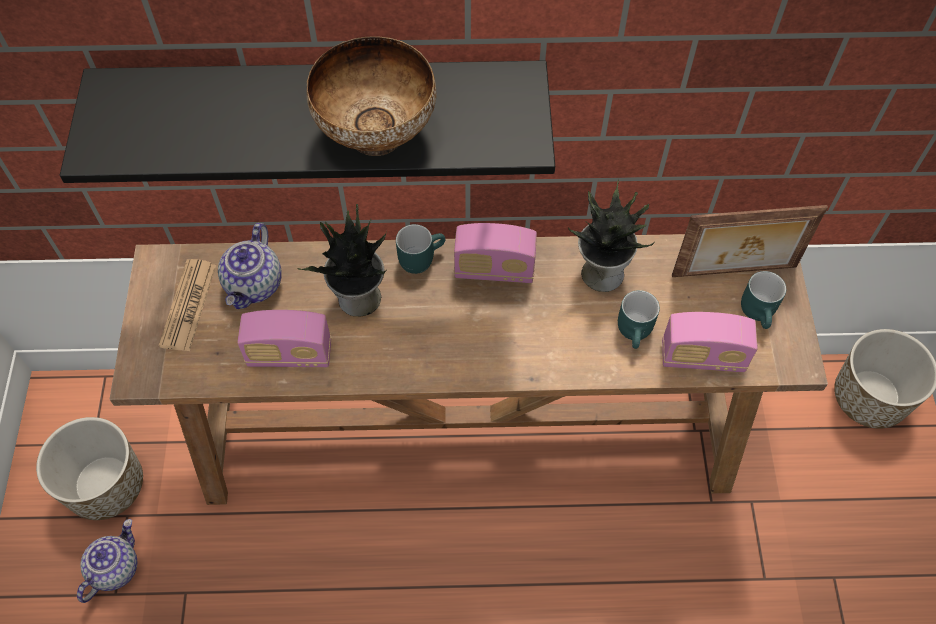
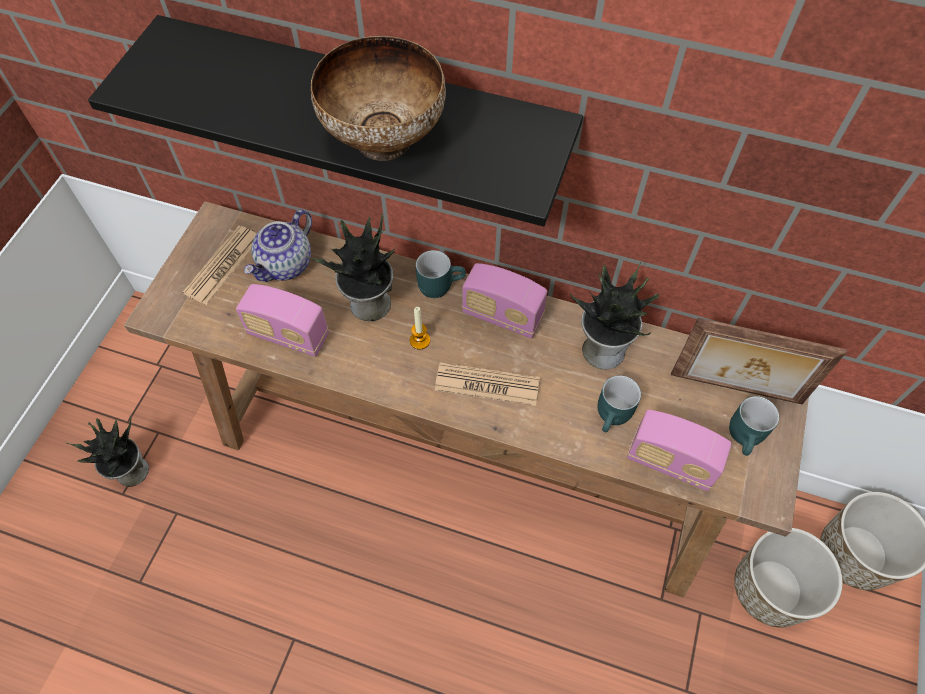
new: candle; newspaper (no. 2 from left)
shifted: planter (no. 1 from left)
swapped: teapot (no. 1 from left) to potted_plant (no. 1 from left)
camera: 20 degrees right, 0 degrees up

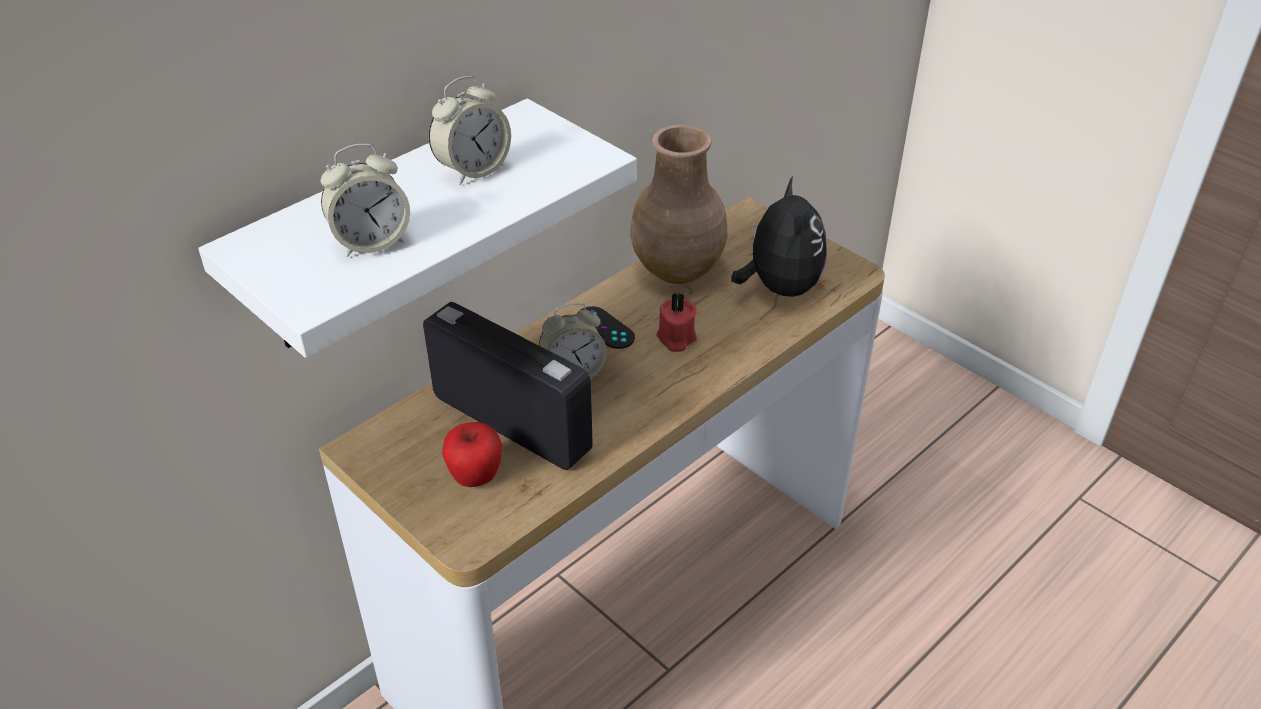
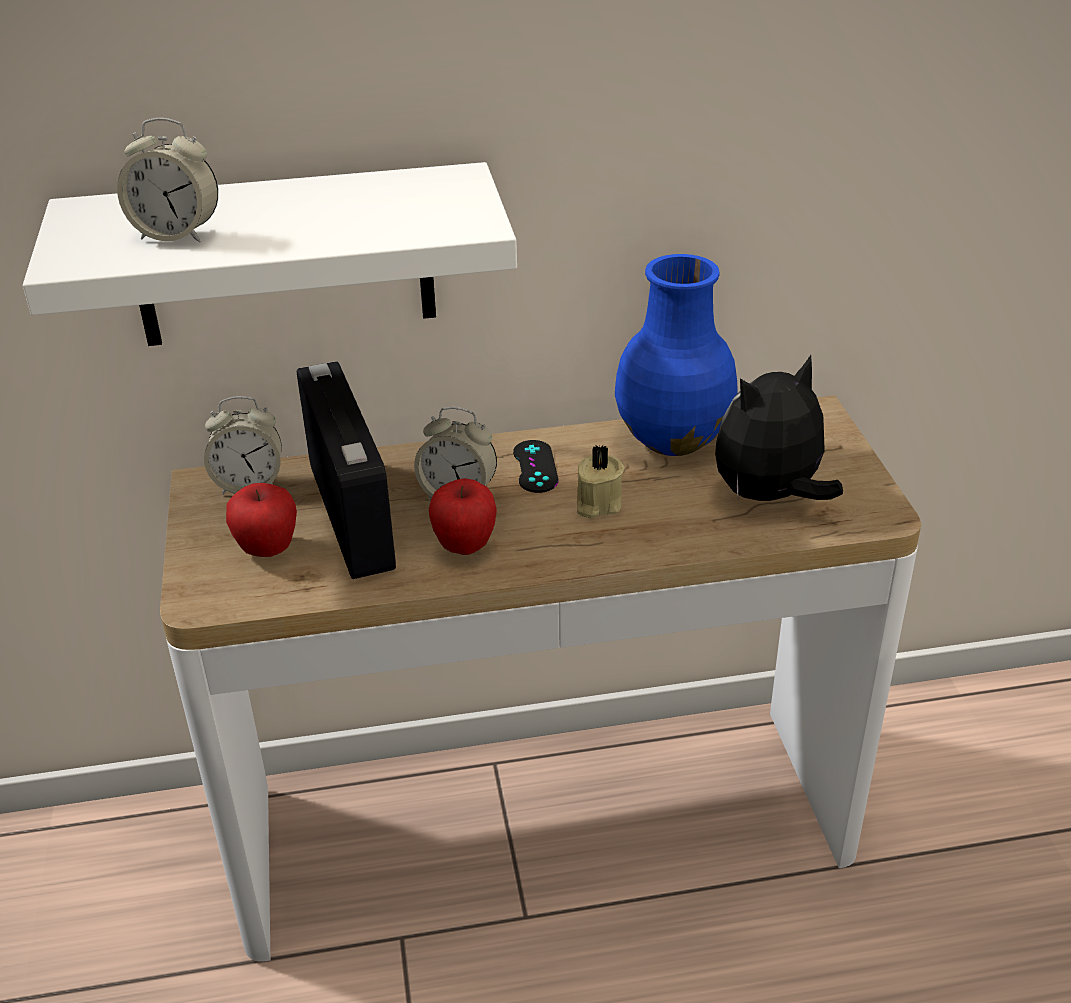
new: apple (no. 2 from left)
shifted: alarm_clock (no. 2 from left)
repainted: brown_vase to blue_vase; red_candle to beige_candle
rotated: plush_toy 150 degrees counterclockwise
camera: 35 degrees right, 5 degrees down

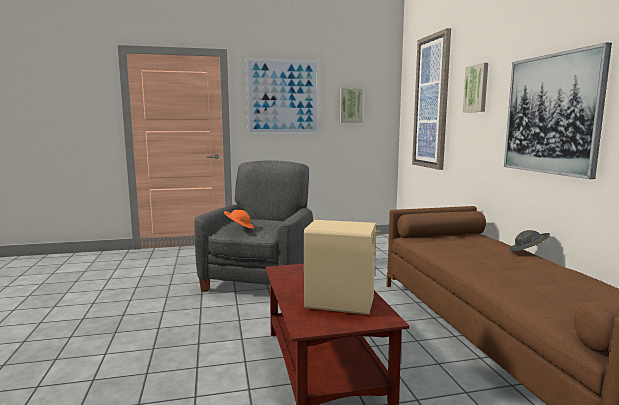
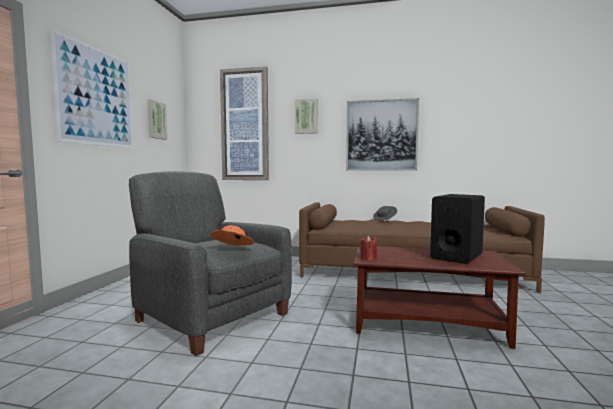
new: red_candle
repainted: beige_speaker to black_speaker
camera: 65 degrees left, 5 degrees down

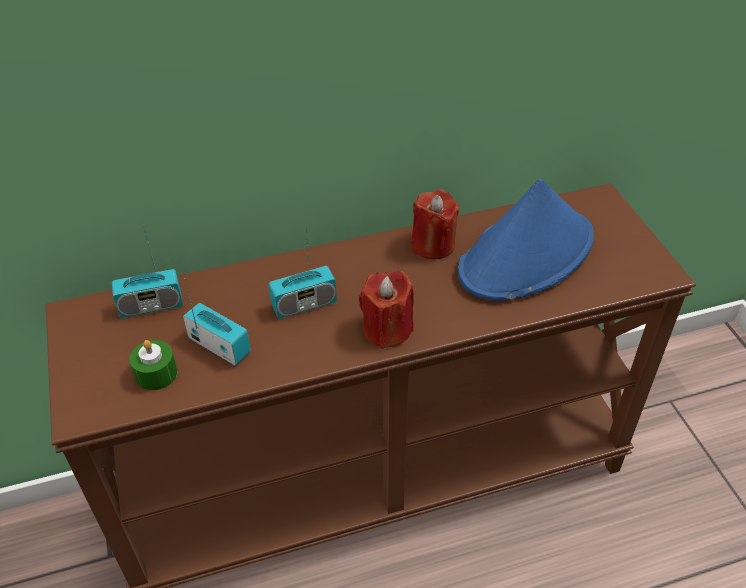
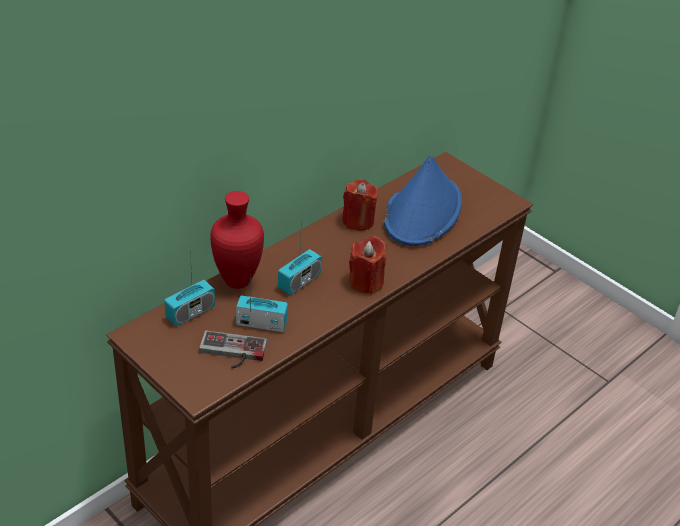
new: red_vase
swapped: green_candle to game_controller
camera: 30 degrees left, 5 degrees down

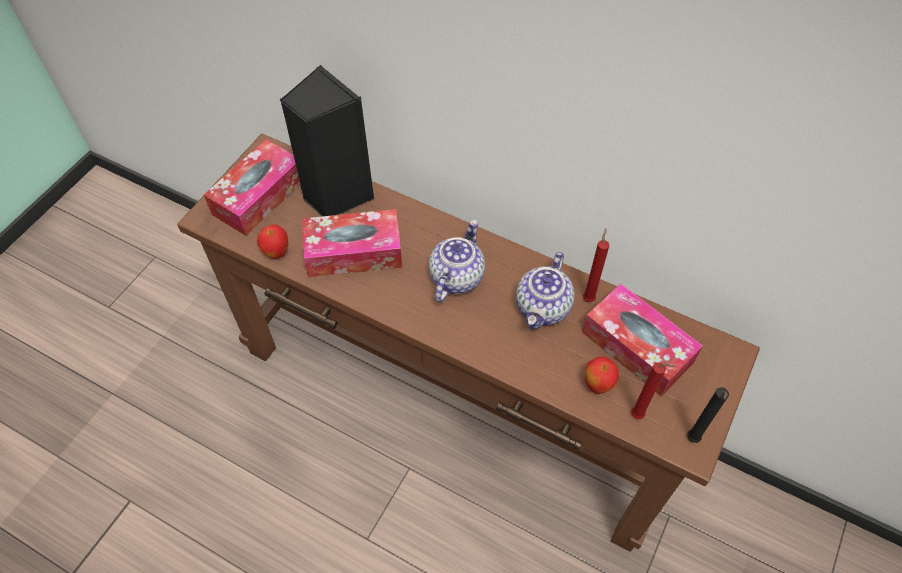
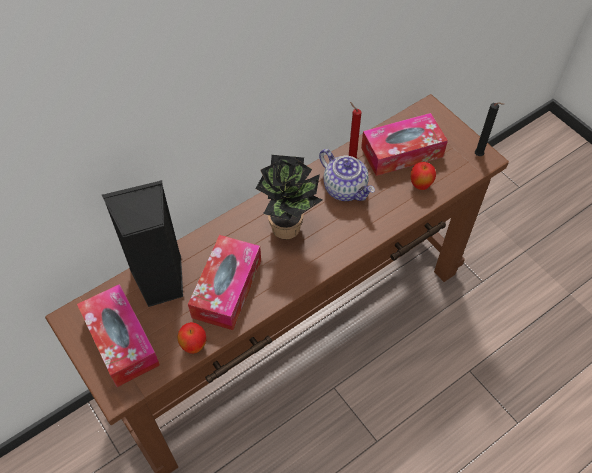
gone: red_candle (no. 2 from left)
swapped: teapot (no. 1 from left) to potted_plant
camera: 65 degrees left, 0 degrees up

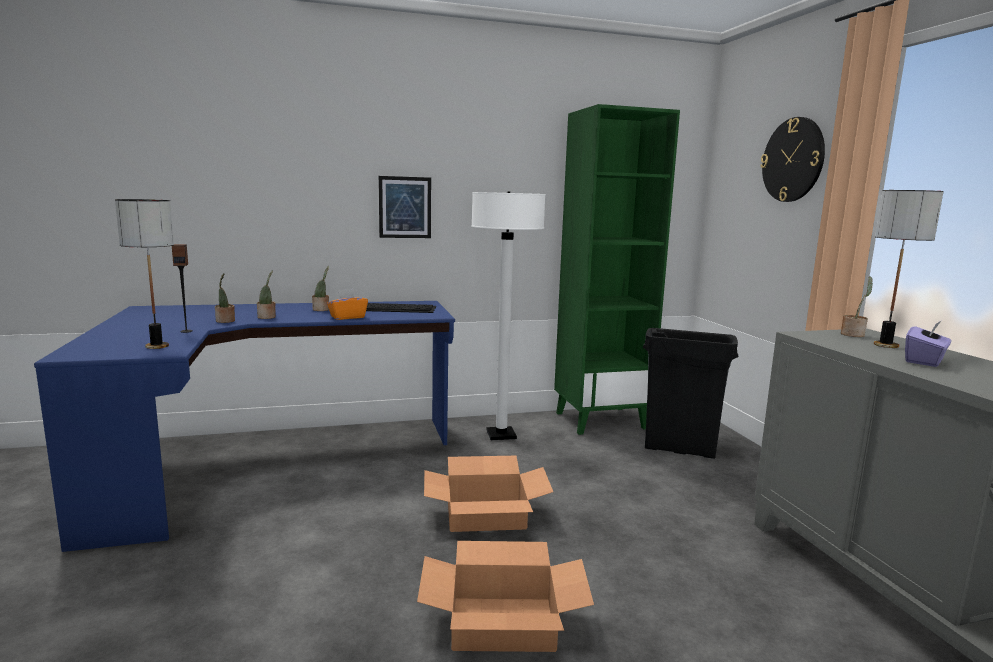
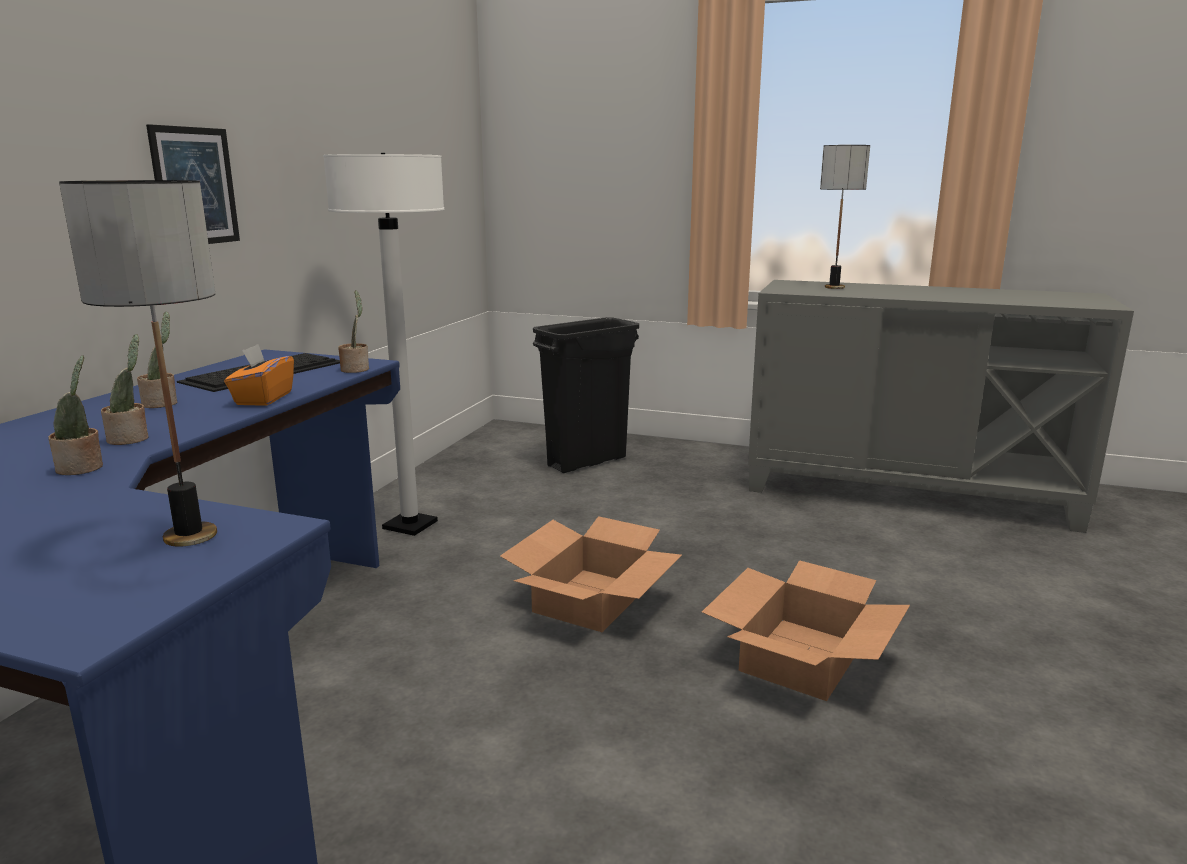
gone: speaker; green_bookcase; wall_clock; purple_tissue_box
shifted: potted_plant (no. 4 from left)
camera: 55 degrees left, 5 degrees up

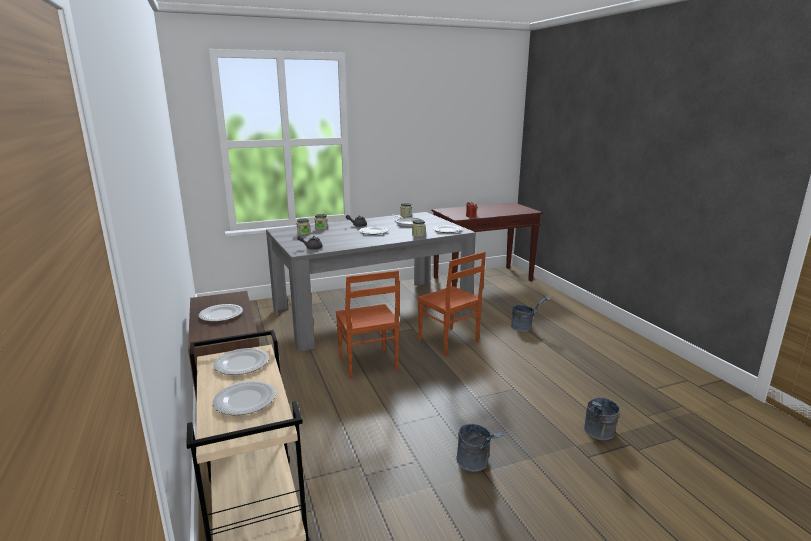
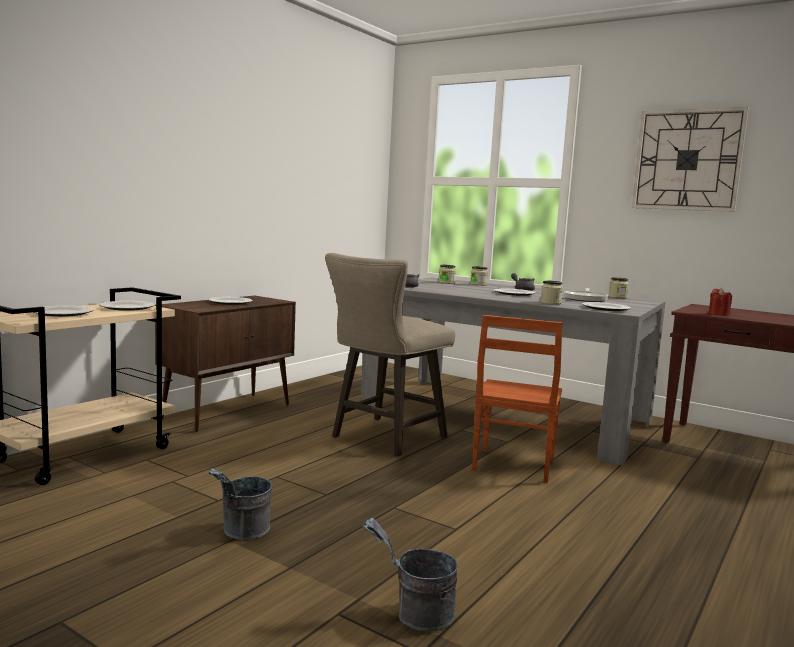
gone: grey_bucket (no. 2 from left)
new: wall_clock
swapped: brown_chair (no. 1 from left) to beige_stool
camera: 55 degrees right, 10 degrees down

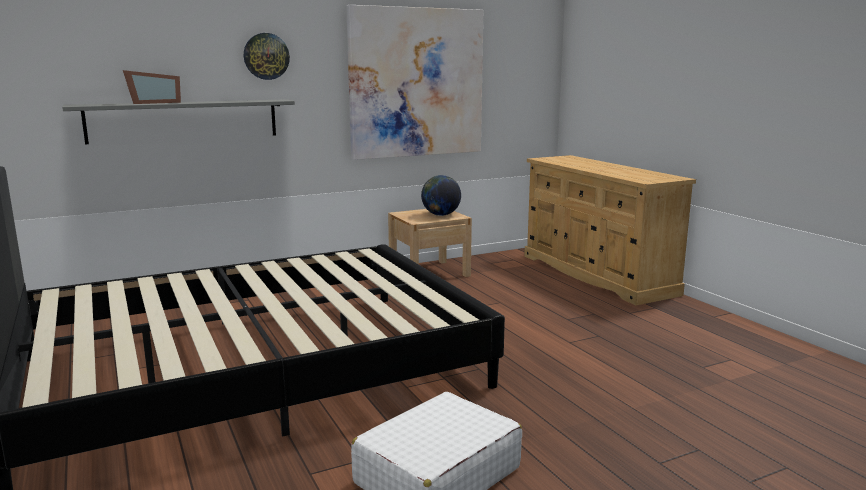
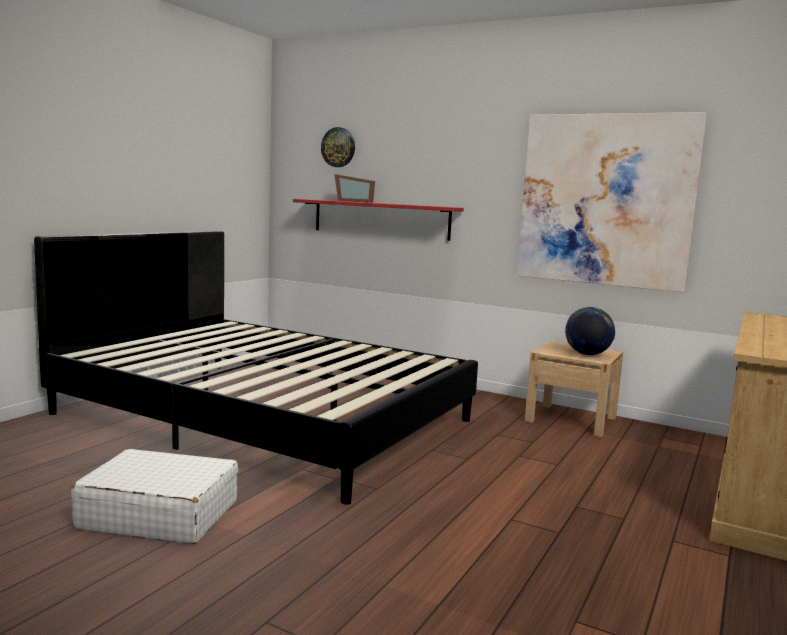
shifted: wall_clock
repainted: grey_shelf to red_shelf
camera: 55 degrees right, 5 degrees down

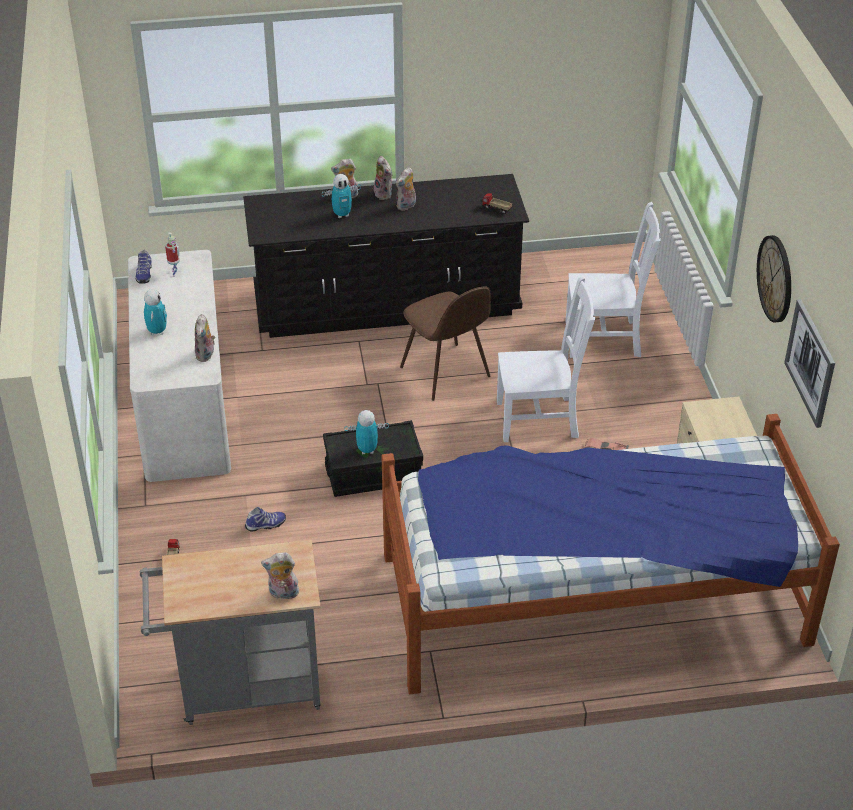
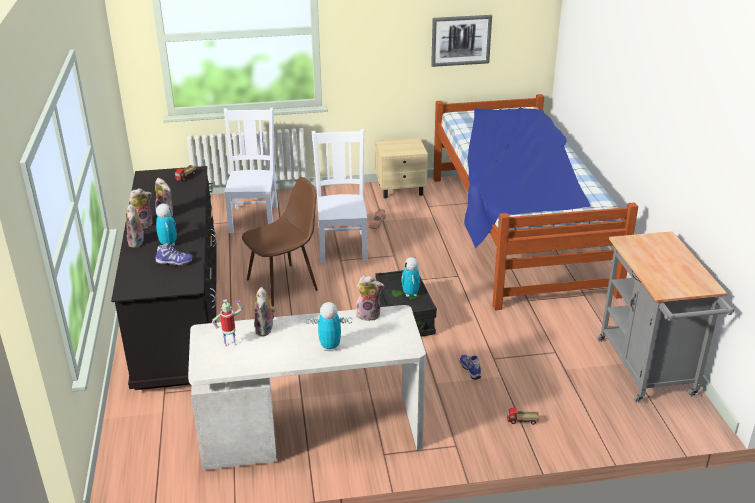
gone: wall_clock
shifted: shoe (no. 1 from left); plush_toy (no. 2 from left in the first image) to plush_toy (no. 4 from left)
camera: 90 degrees left, 10 degrees down

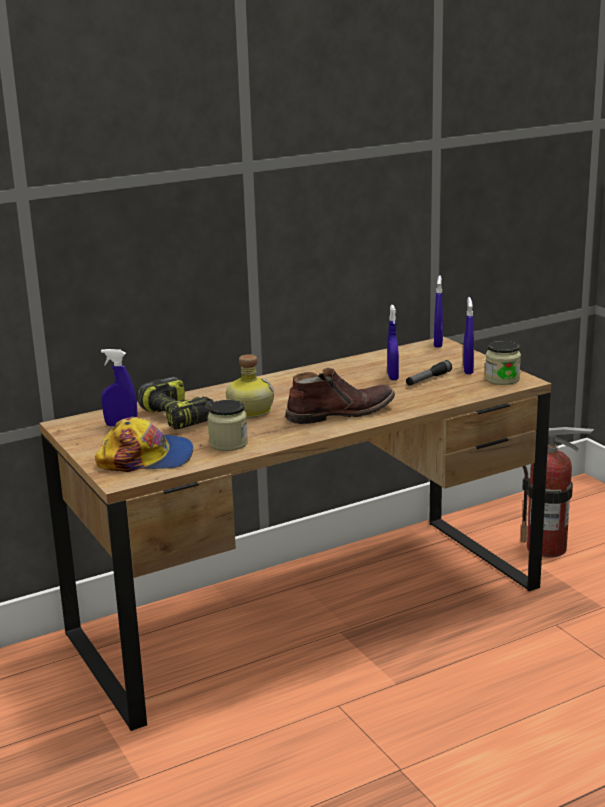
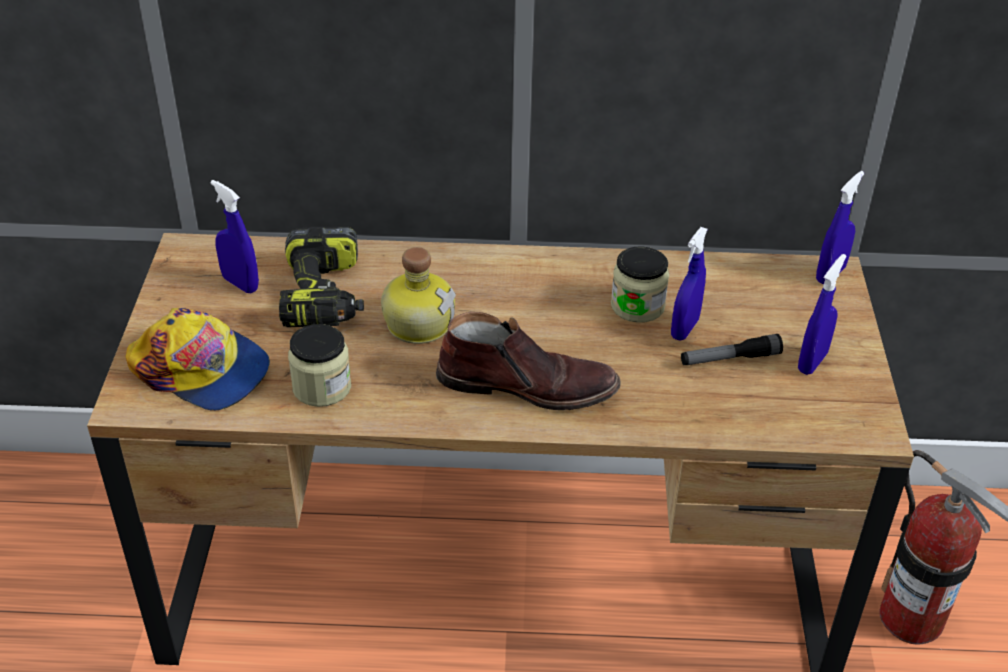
shifted: jar (no. 2 from left)
camera: 30 degrees right, 20 degrees up

